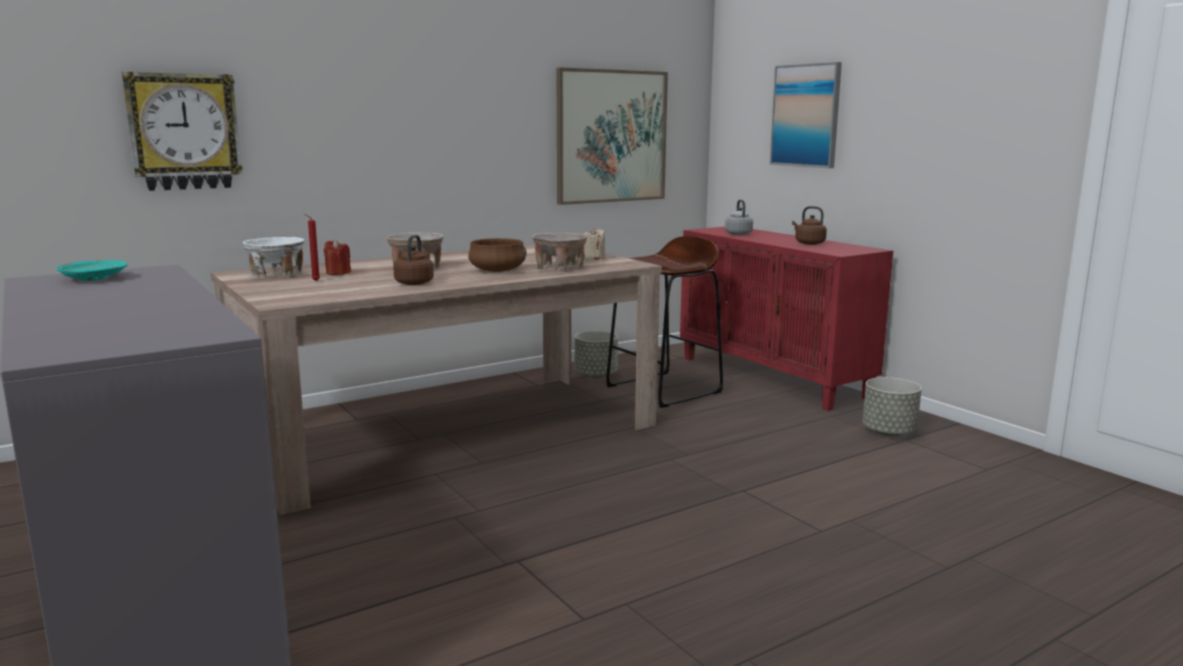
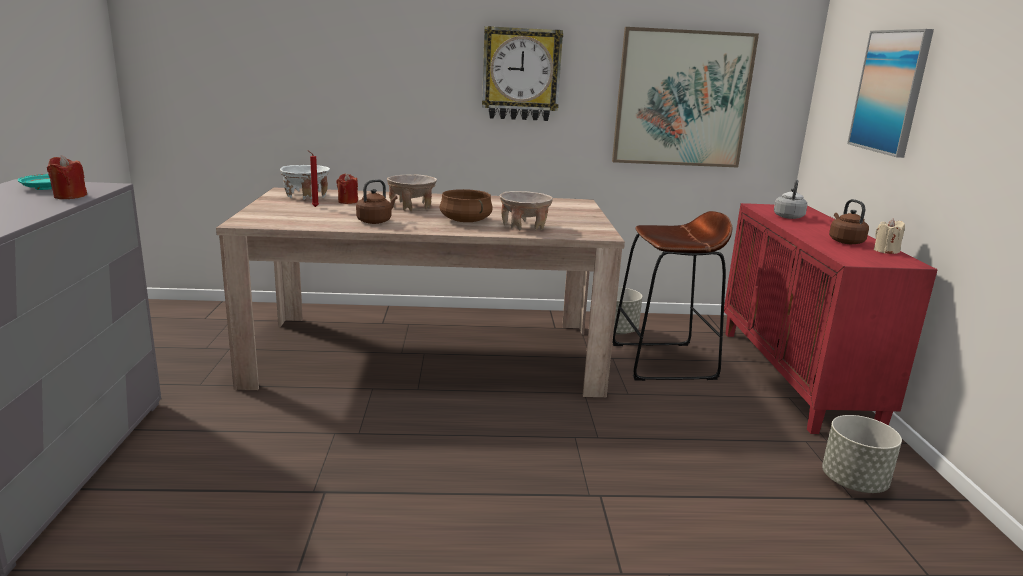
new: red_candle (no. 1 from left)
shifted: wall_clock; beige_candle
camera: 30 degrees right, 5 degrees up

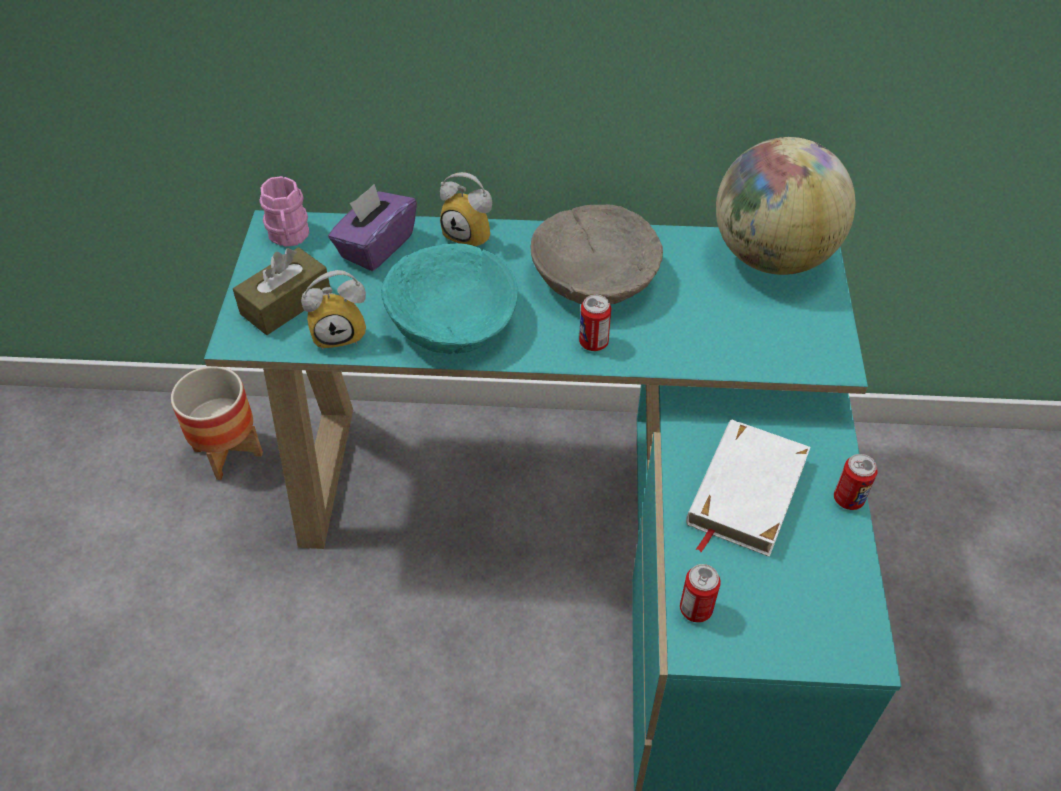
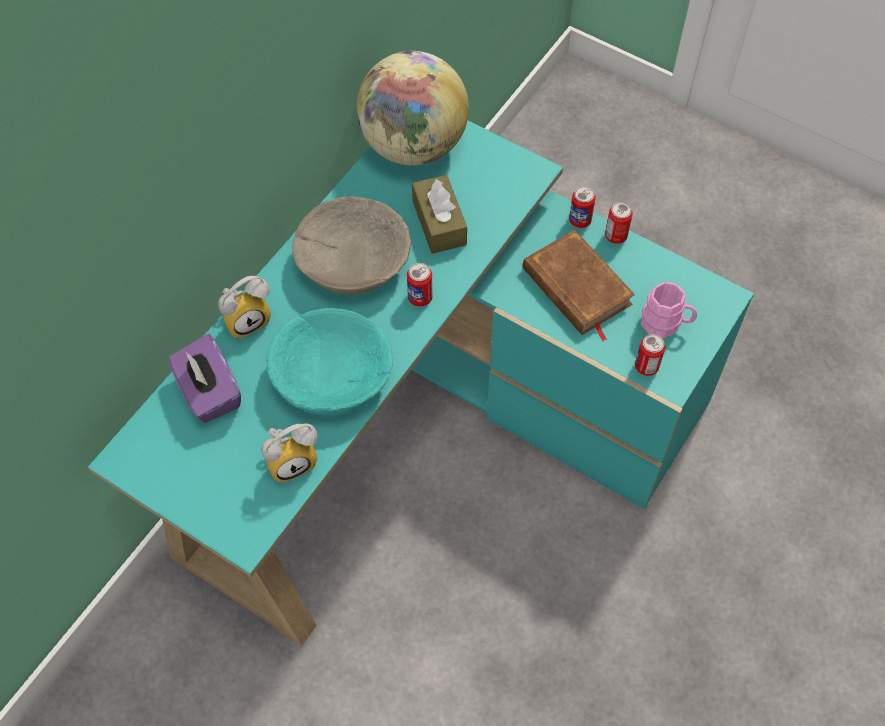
gone: planter
new: can (no. 2 from left)
shifted: brown_tissue_box; pink_mug
repainted: white_book to brown_book
rotated: alarm_clock (no. 1 from left in the first image) 45 degrees clockwise
camera: 60 degrees left, 10 degrees up

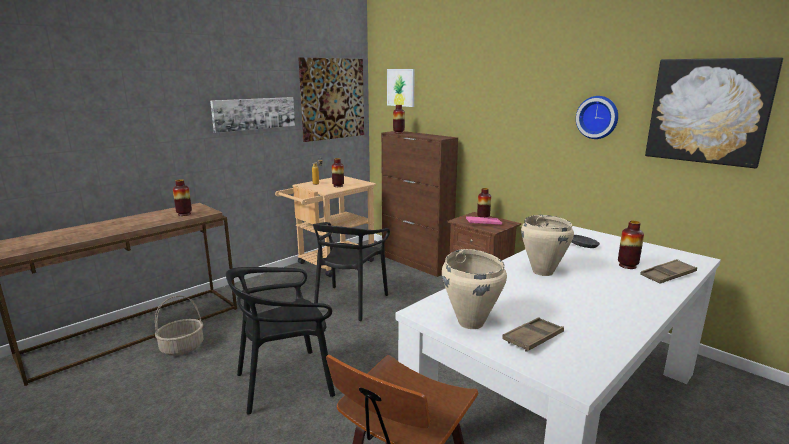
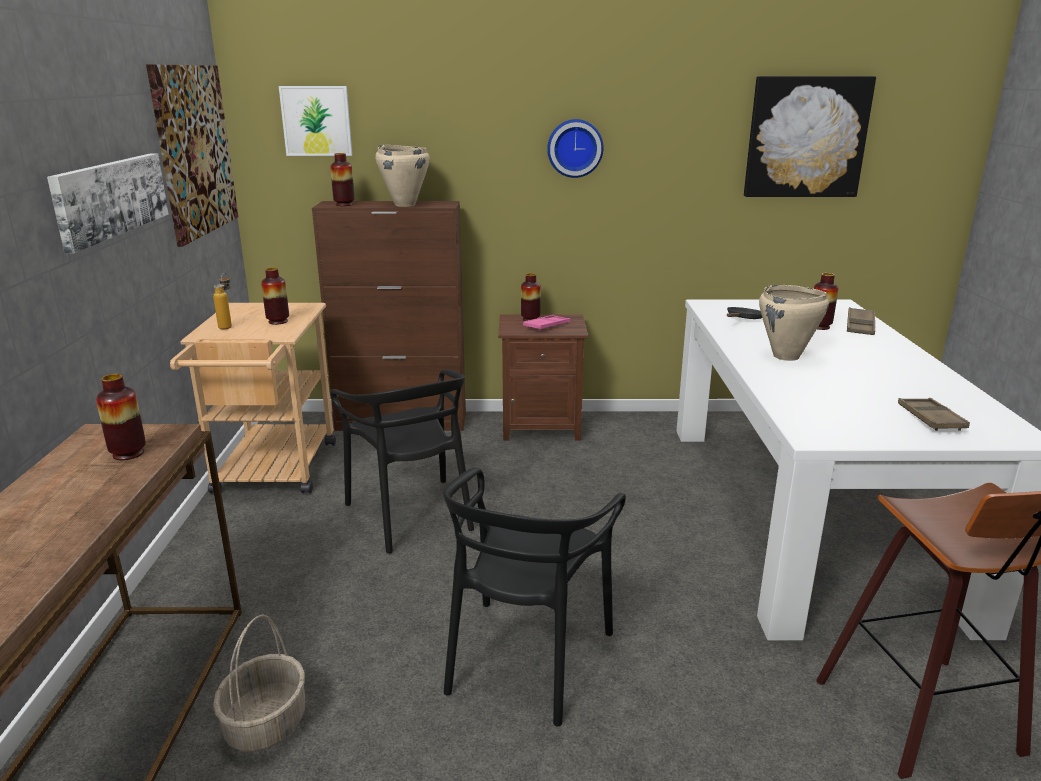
shifted: beige_cooking_pot (no. 1 from left); wall_clock
camera: 45 degrees left, 5 degrees up

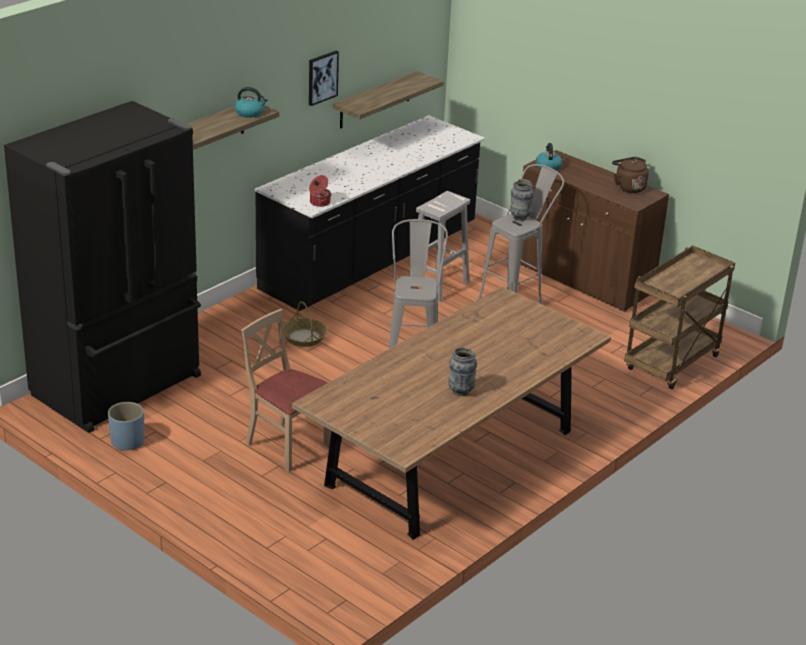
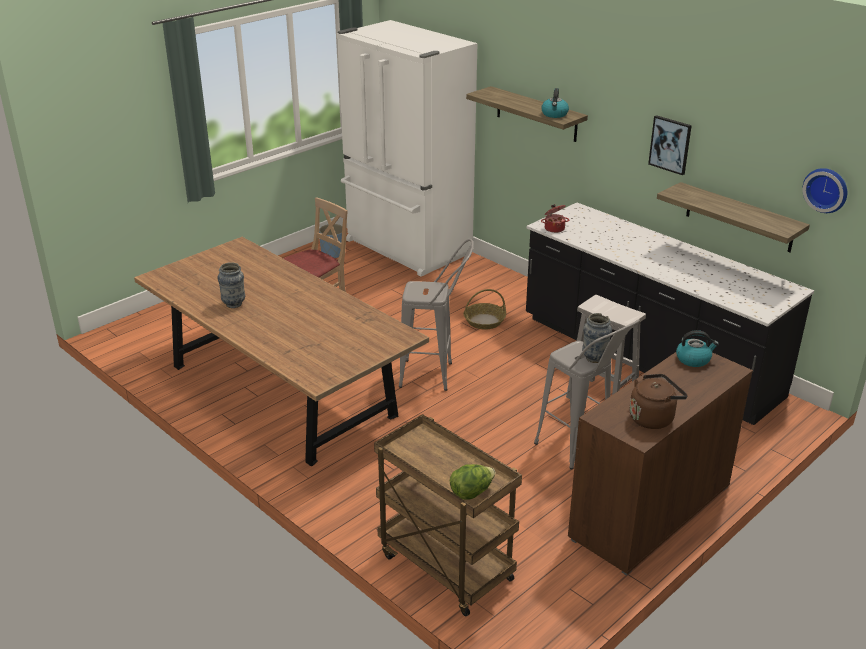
new: lettuce; wall_clock
repainted: black_fridge to white_fridge
camera: 95 degrees right, 0 degrees up

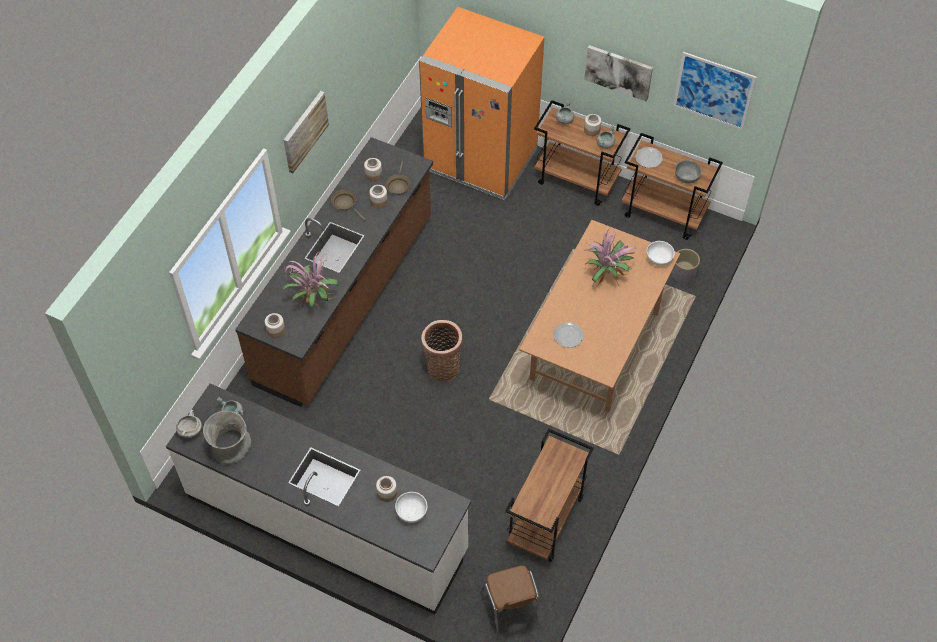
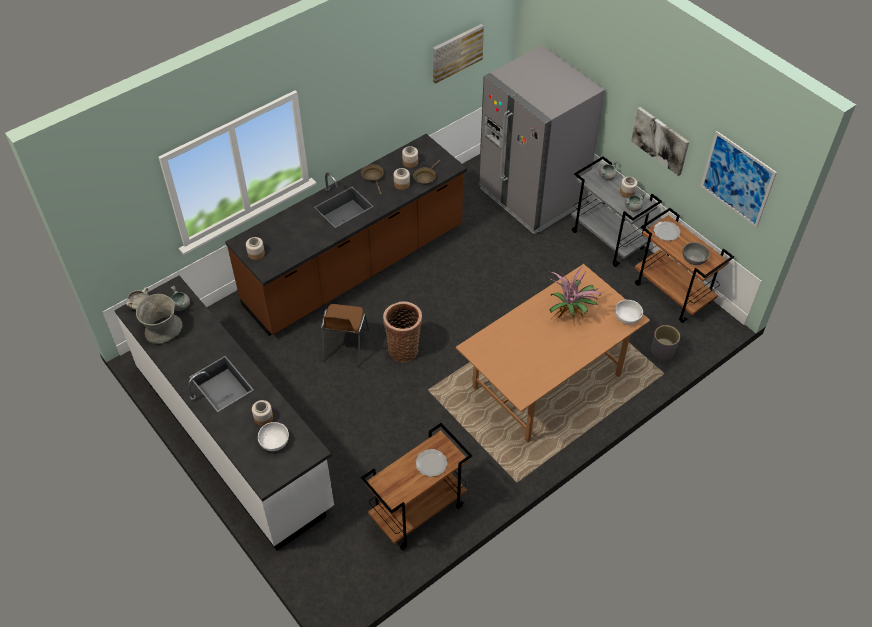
gone: potted_plant (no. 1 from left)
shifted: picture (no. 1 from left); brown_chair; plate (no. 1 from left)
repainted: orange_fridge to grey_fridge; brown_cart (no. 2 from left) to grey_cart
camera: 25 degrees right, 5 degrees down

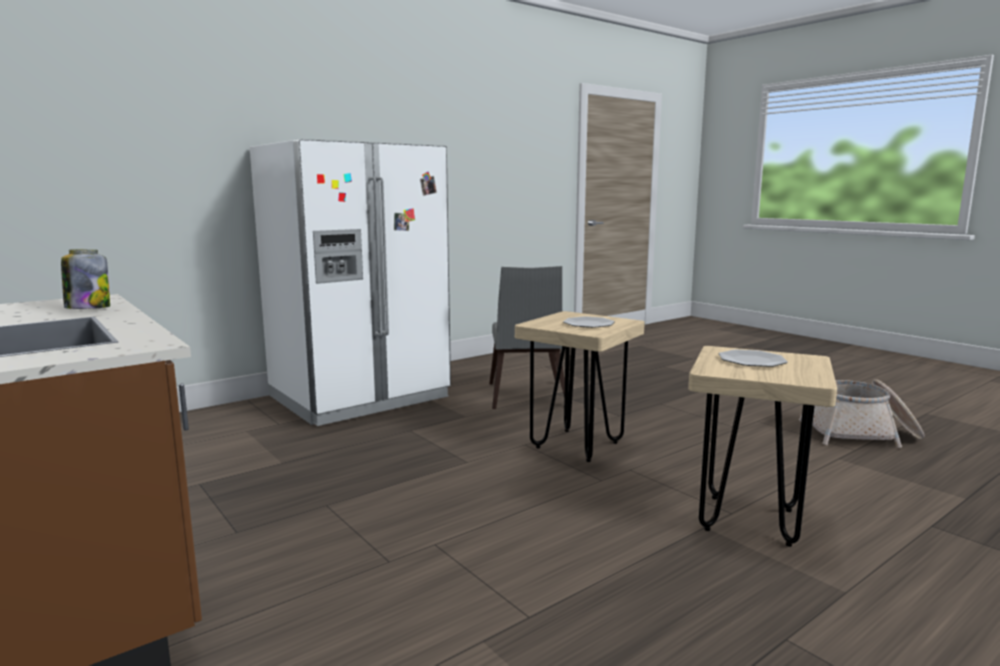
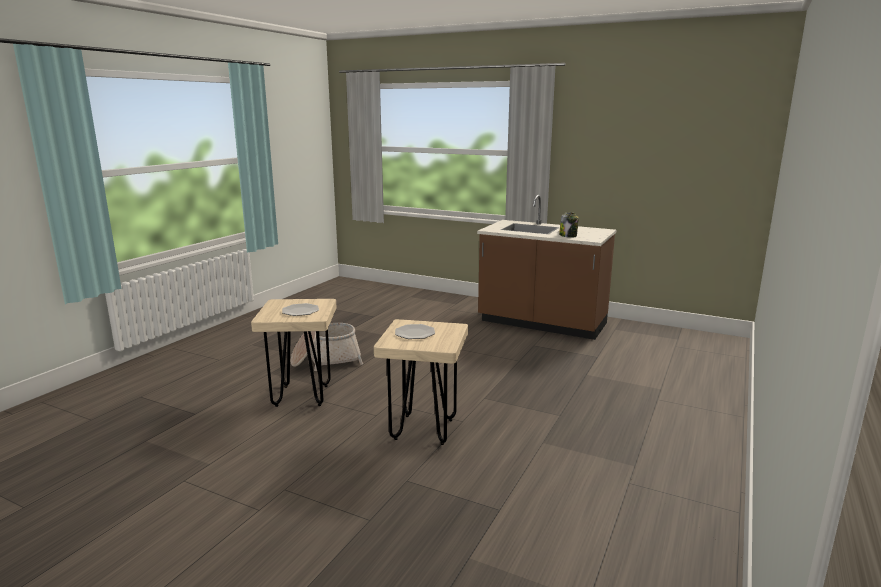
gone: white_fridge; grey_chair
shifted: basket
camera: 155 degrees right, 5 degrees up

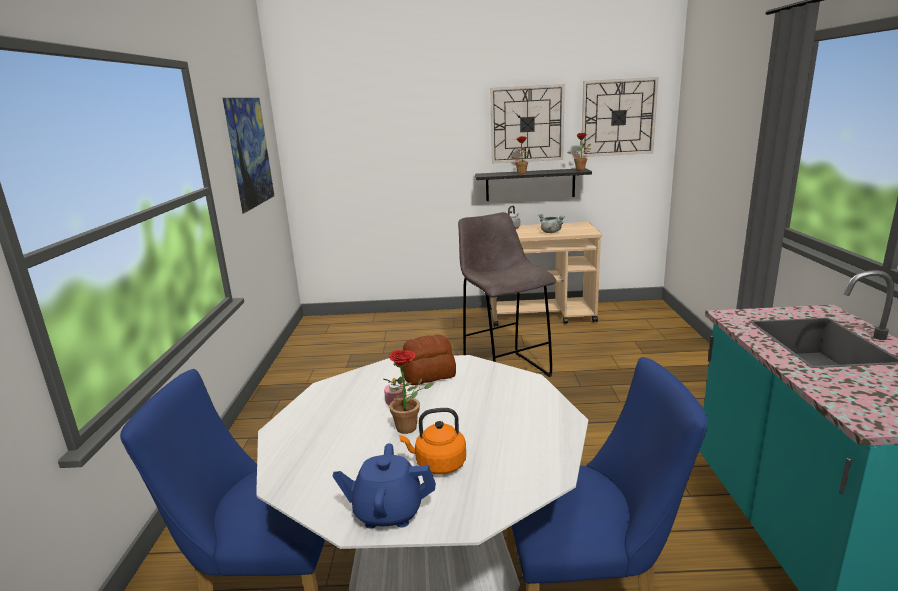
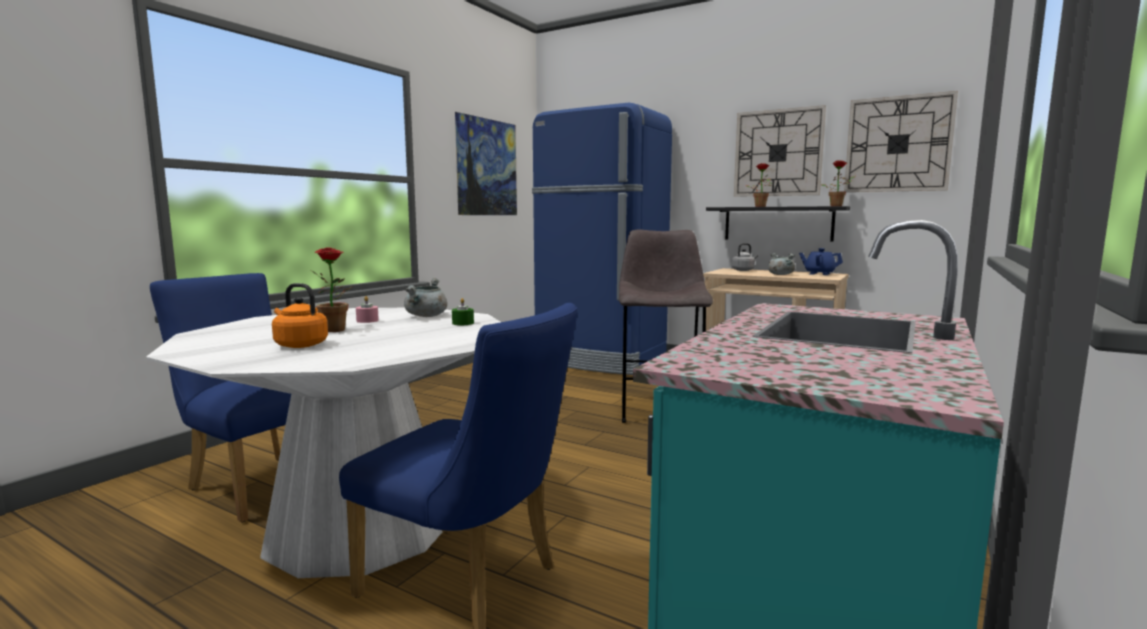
new: green_candle; blue_fridge
shifted: blue_teapot
swapped: bread to grey_cooking_pot (no. 1 from left)
camera: 30 degrees right, 10 degrees down

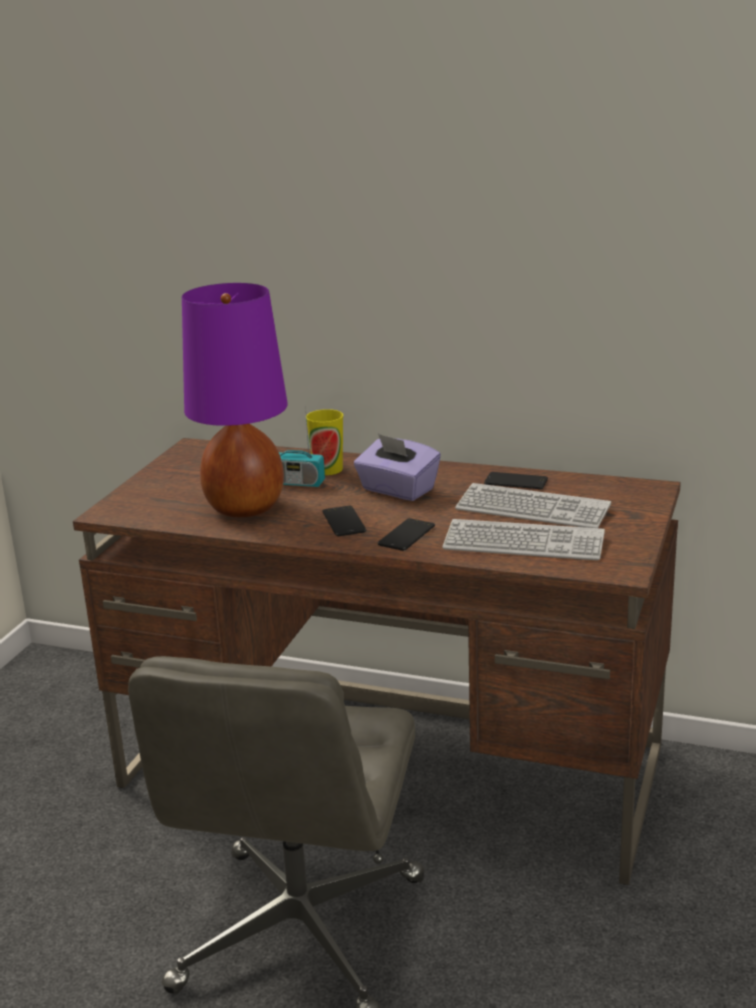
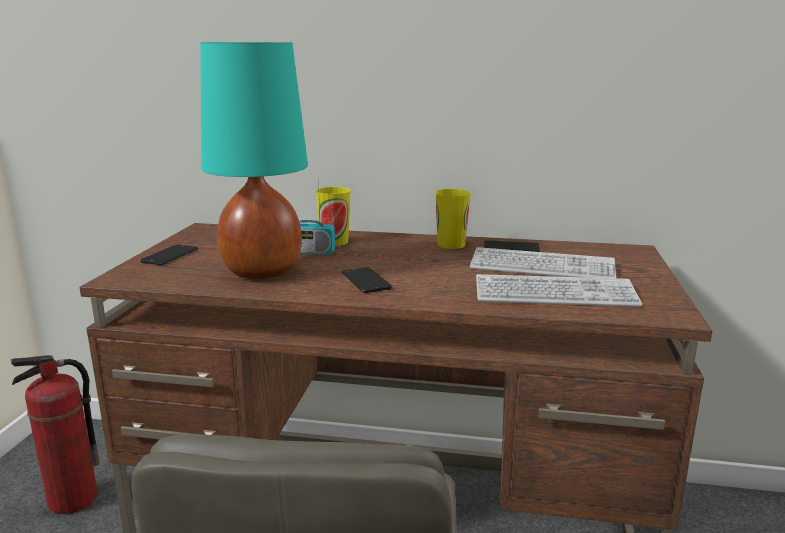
gone: purple_tissue_box
new: fire_extinguisher; cup (no. 2 from left)
shifted: phone (no. 2 from left in the first image) to phone (no. 1 from left)
repainted: purple_table_lamp to turquoise_table_lamp
camera: 10 degrees left, 5 degrees down

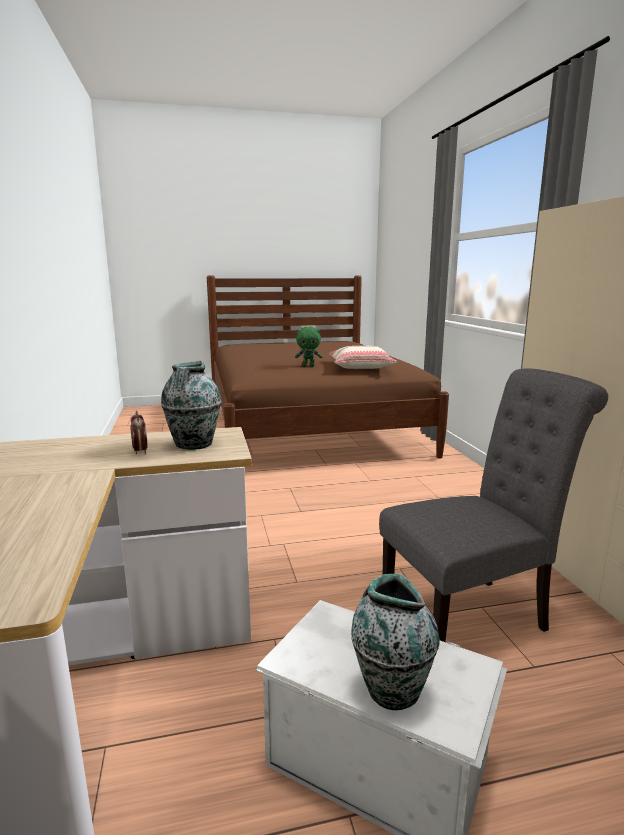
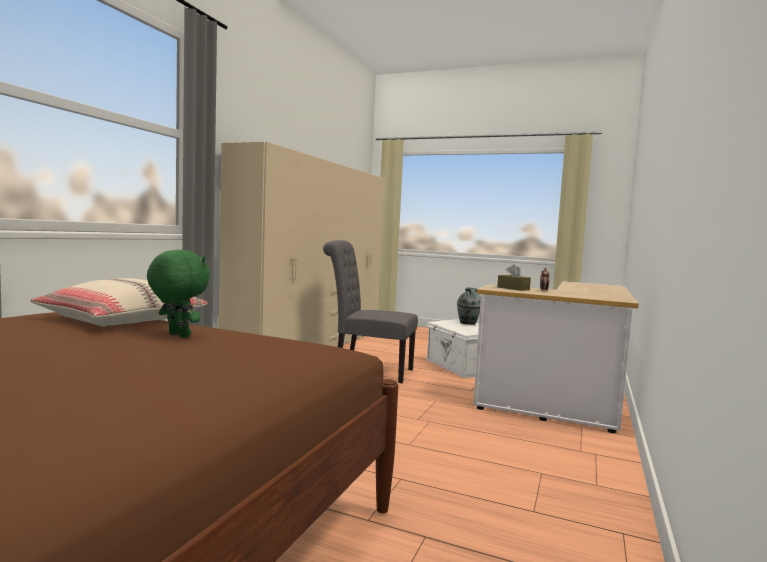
swapped: vase (no. 1 from left) to brown_tissue_box
camera: 145 degrees left, 10 degrees down

